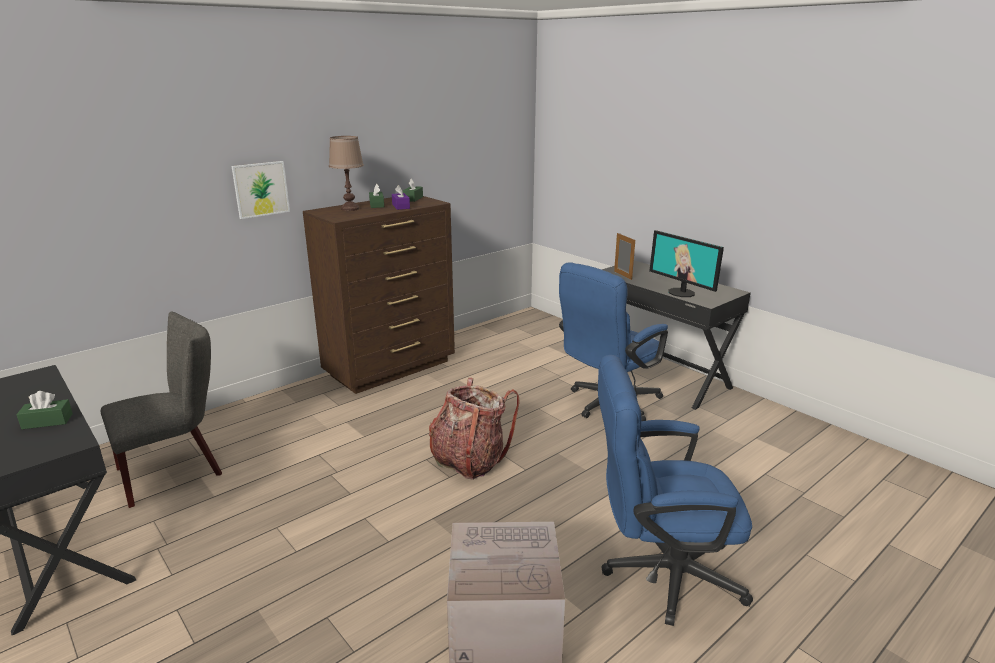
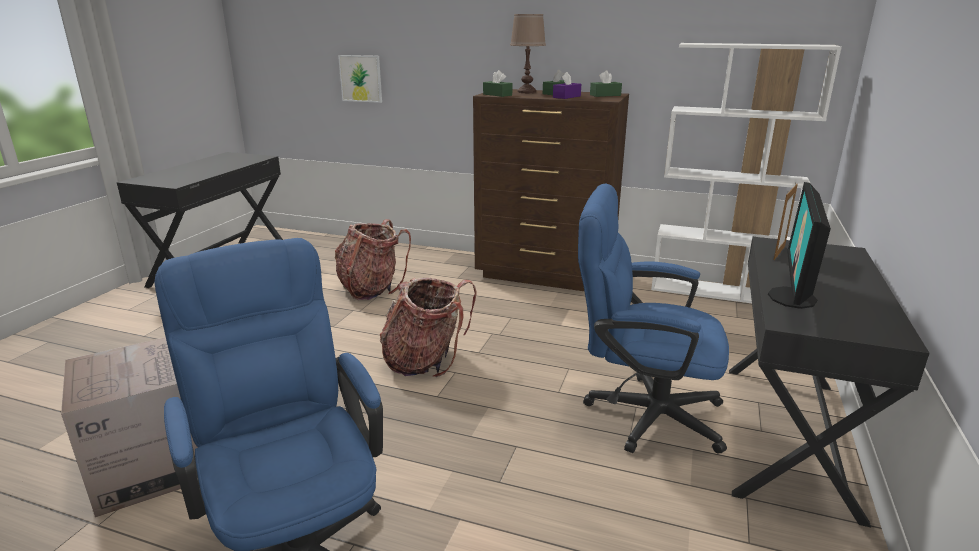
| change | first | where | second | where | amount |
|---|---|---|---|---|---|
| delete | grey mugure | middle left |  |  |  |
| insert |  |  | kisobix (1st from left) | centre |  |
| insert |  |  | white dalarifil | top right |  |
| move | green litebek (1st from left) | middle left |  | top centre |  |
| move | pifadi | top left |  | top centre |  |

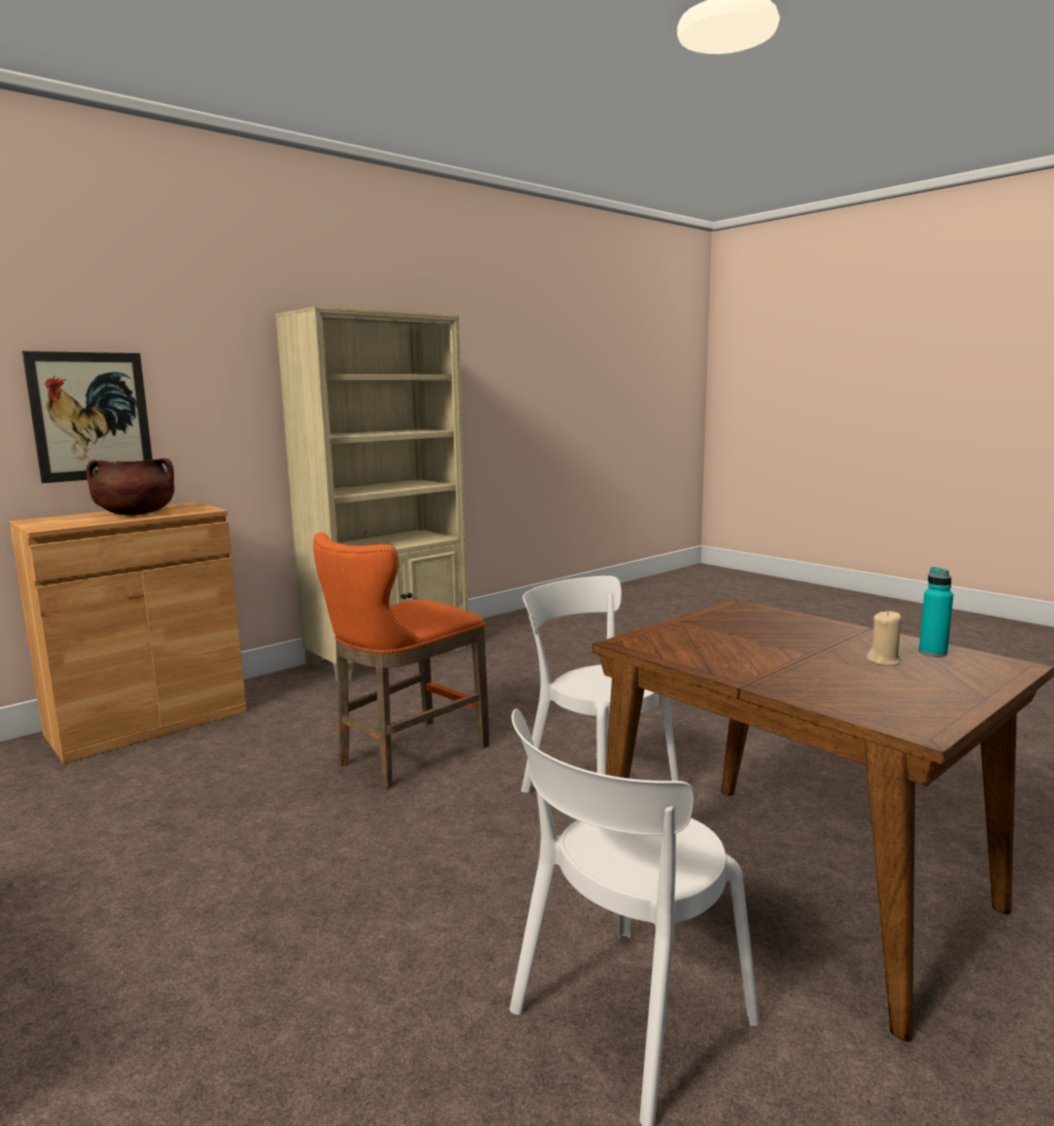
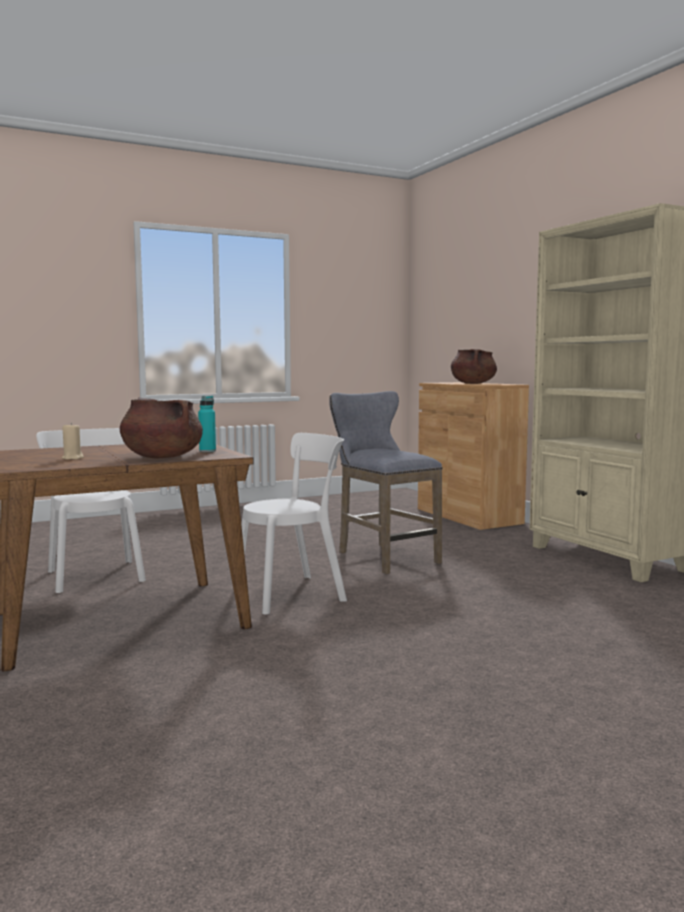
| change | first | where | second | where | amount |
|---|---|---|---|---|---|
| delete | pifadi | middle left |  |  |  |
| insert |  |  | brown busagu (1st from left) | middle left |  |
| move | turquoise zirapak | middle right |  | middle left |  |
| recolor | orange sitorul | centre | grey sitorul | centre |  |

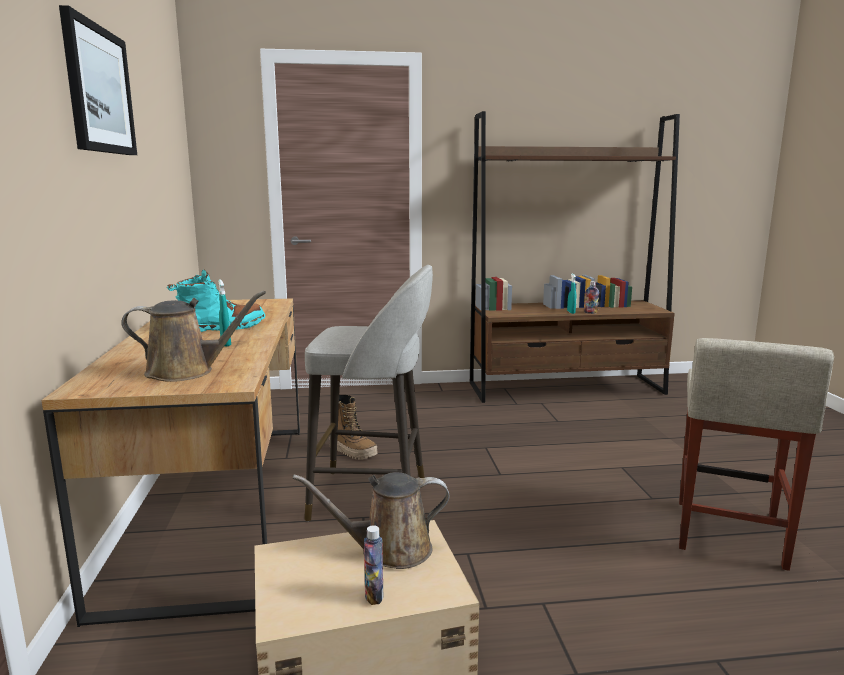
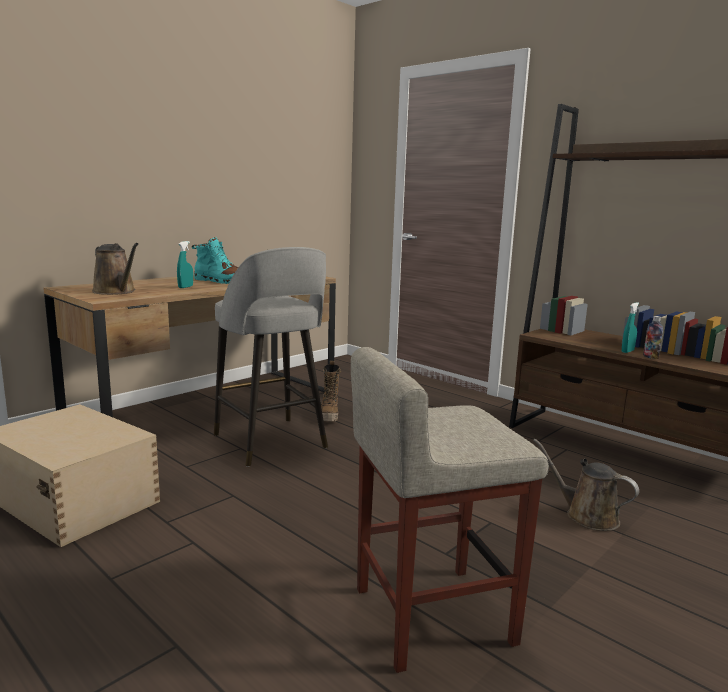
| change | first | where | second | where | amount |
|---|---|---|---|---|---|
| delete | pifadi | top left |  |  |  |
| delete | zirapak (1st from left) | bottom centre |  |  |  |
| move | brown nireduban (2nd from left) | bottom centre |  | bottom right |  |

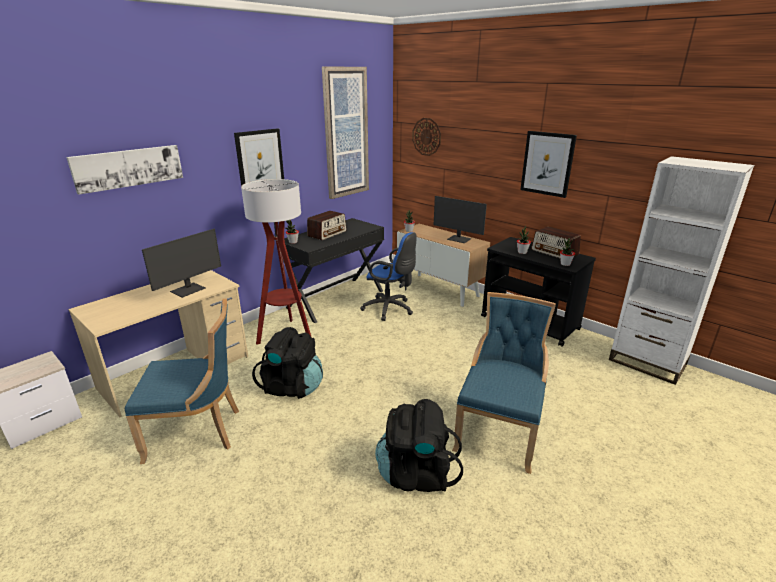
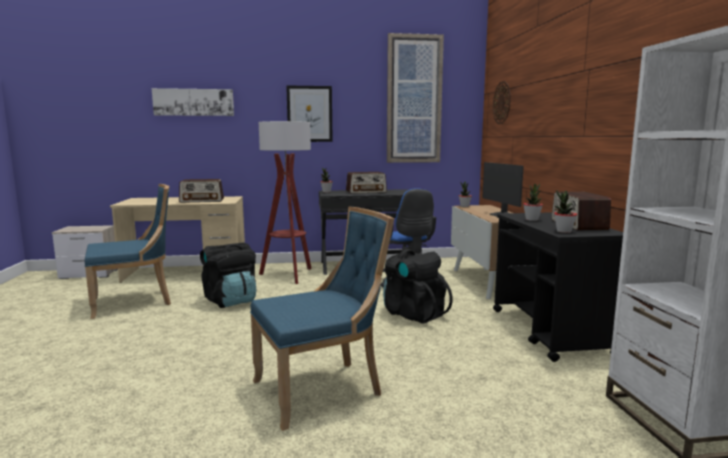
| change | first | where | second | where | amount |
|---|---|---|---|---|---|
| delete | pifadi (4th from left) | top right |  |  |  |
| move | black kisobix (2nd from left) | bottom centre |  | centre |  |
| replace | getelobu (1st from left) | middle left | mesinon (1st from left) | middle left |  |
| rotate | blue mugure (1st from left) | middle left |  | middle left | 60 degrees counterclockwise |

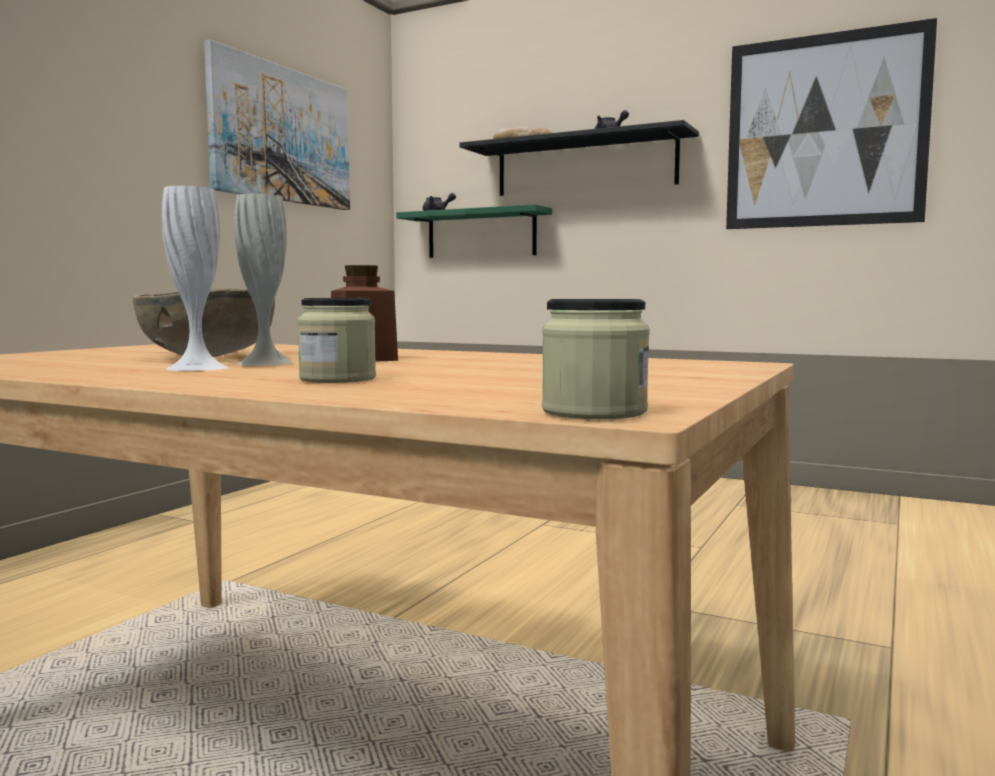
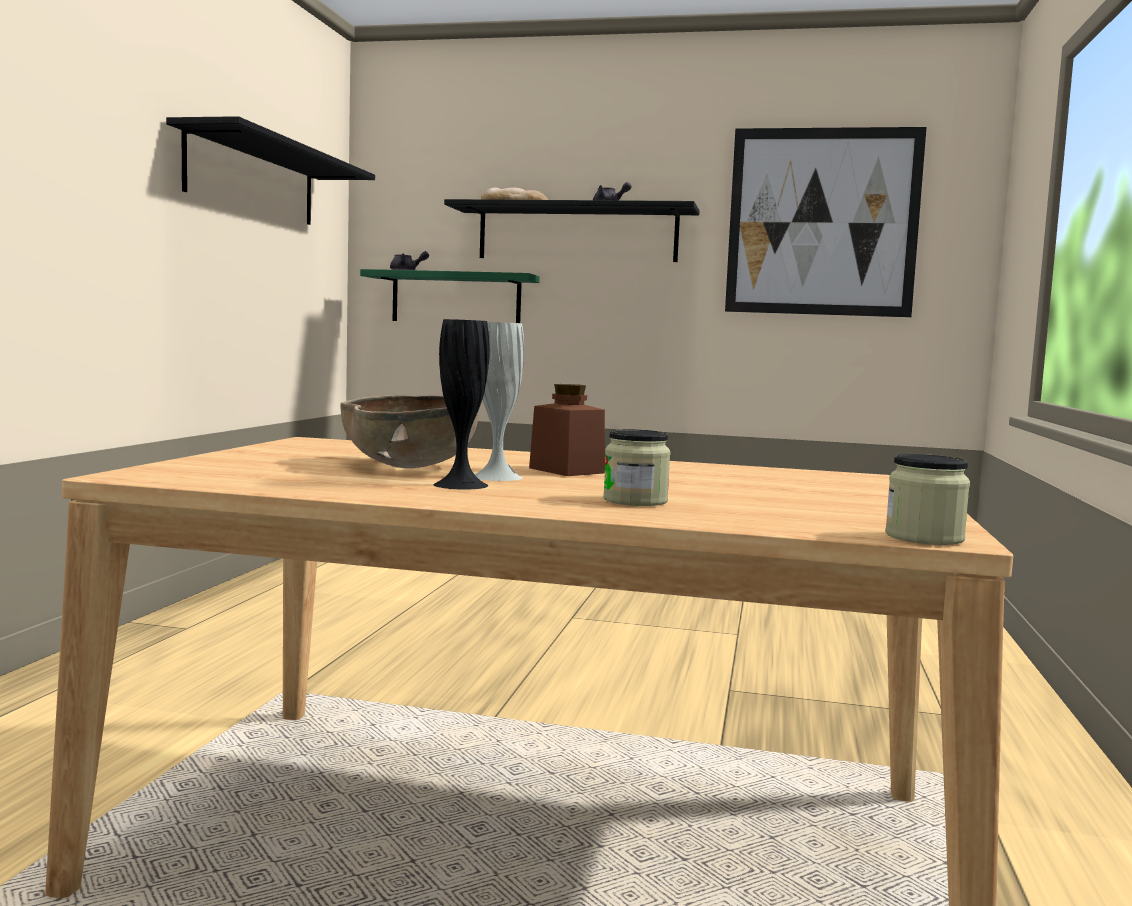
| change | first | where | second | where | amount |
|---|---|---|---|---|---|
| replace | pifadi (1st from left) | top left | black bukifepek (1st from left) | top left |  |
| recolor | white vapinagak (1st from left) | middle left | black vapinagak | centre |  |

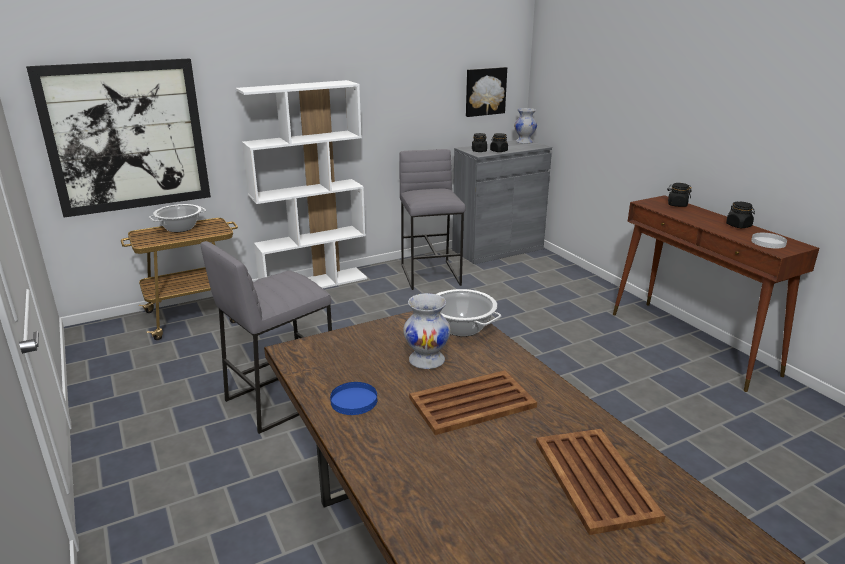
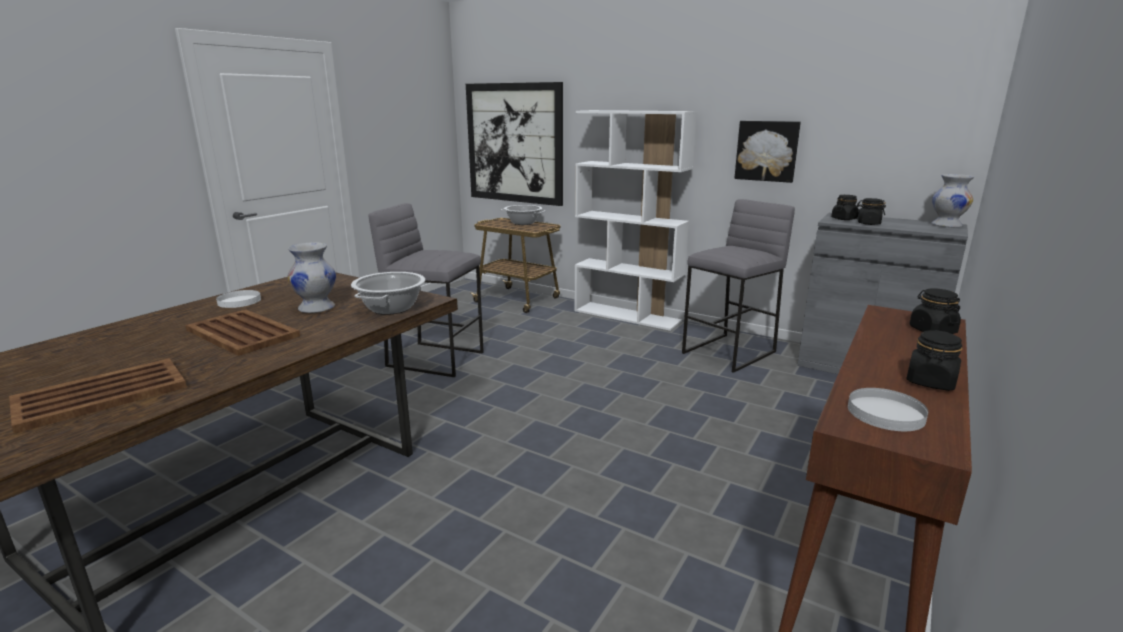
| change | first | where | second | where | amount |
|---|---|---|---|---|---|
| move | pifadi (2nd from left) | top centre |  | top right |  |
| recolor | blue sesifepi | bottom centre | white sesifepi (1st from left) | middle left |  |

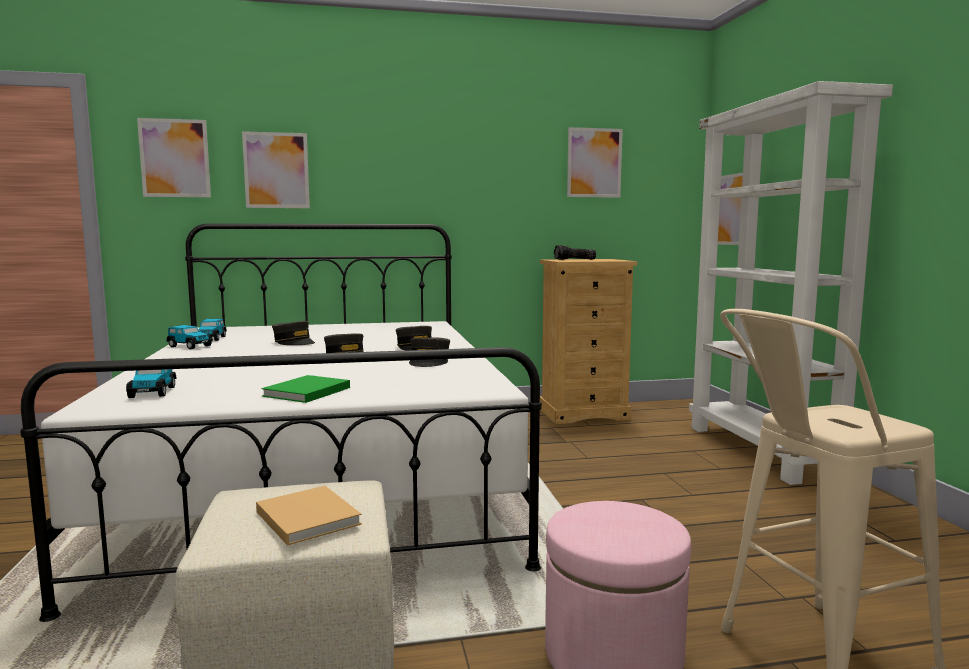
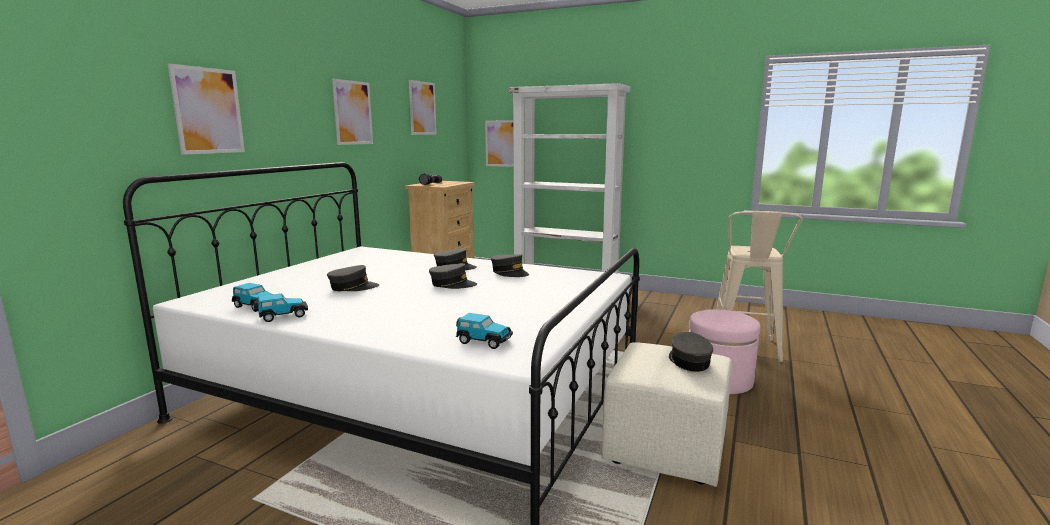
| change | first | where | second | where | amount |
|---|---|---|---|---|---|
| delete | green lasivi | middle left |  |  |  |
| move | pifadi (1st from left in the first image) | top left | pifadi (2nd from left) | top centre |  |
| replace | beige lasivi | bottom left | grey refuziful (5th from left) | bottom centre |  |

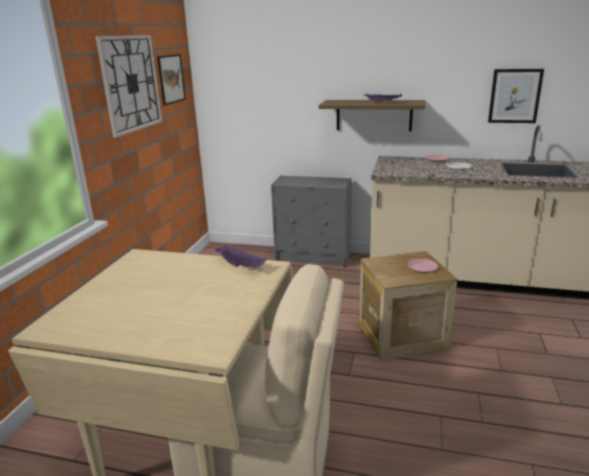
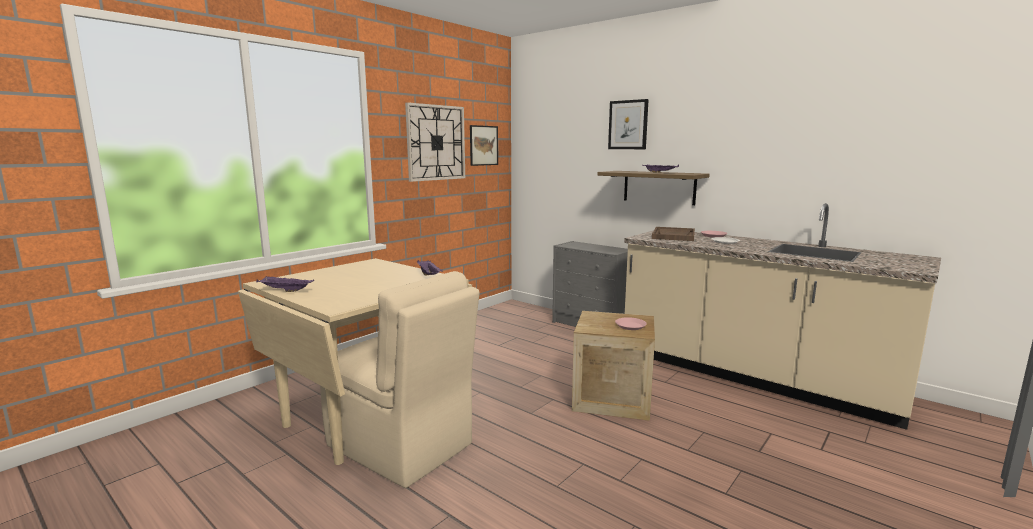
| change | first | where | second | where | amount |
|---|---|---|---|---|---|
| insert |  |  | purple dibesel (1st from left) | middle left |  |
| insert |  |  | brown dibesel | centre |  |
| move | pifadi (2nd from left) | top right |  | top centre |  |

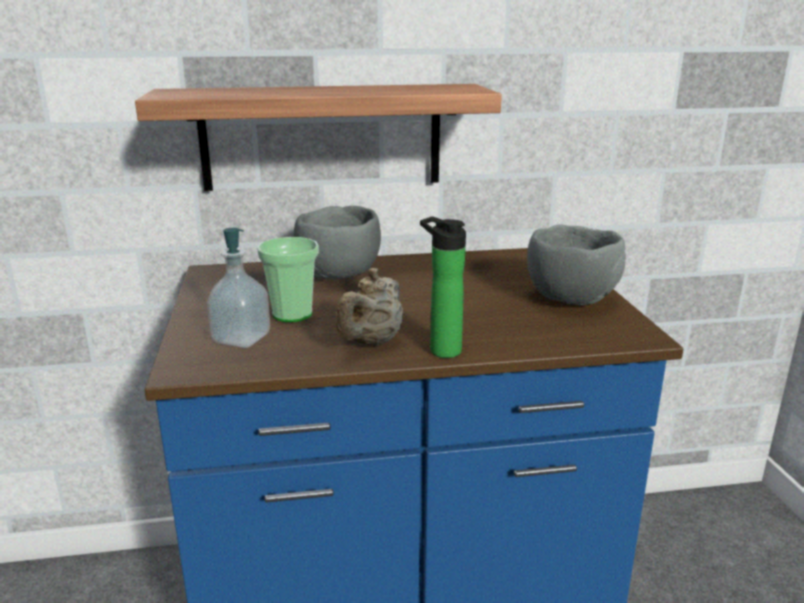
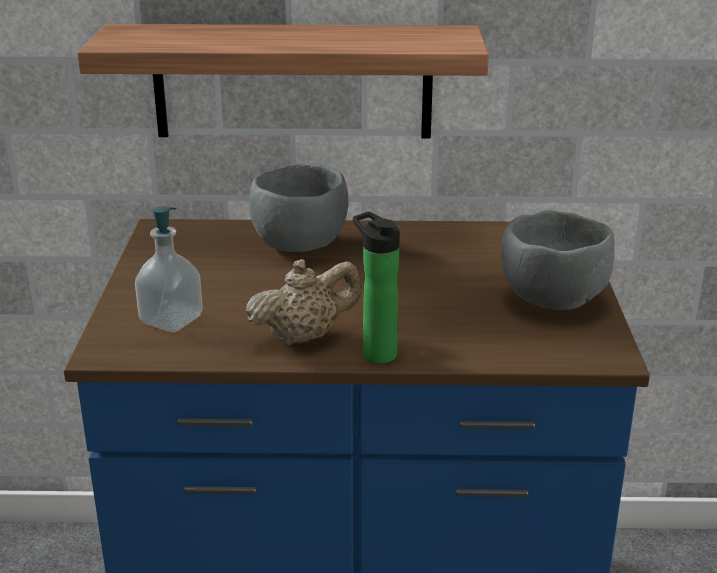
| change | first | where | second | where | amount |
|---|---|---|---|---|---|
| delete | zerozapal | centre |  |  |  |
| rotate | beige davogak | centre |  | centre | 150 degrees counterclockwise |

